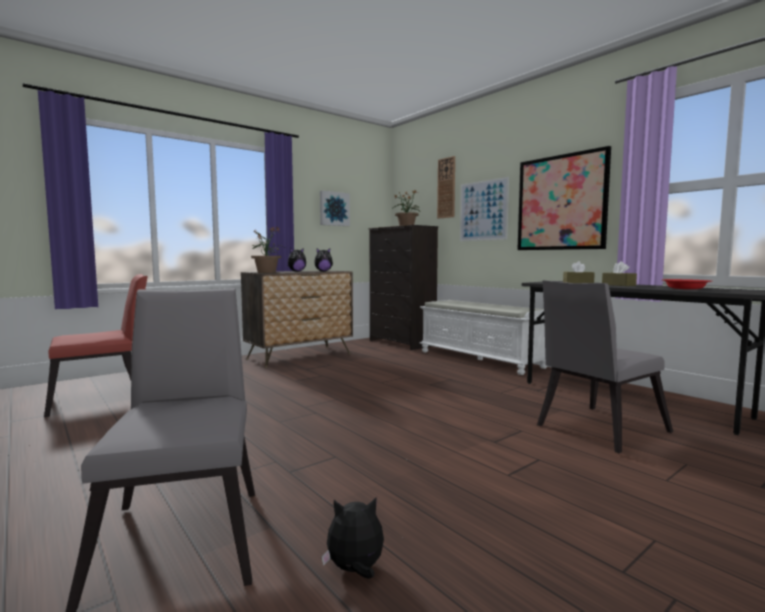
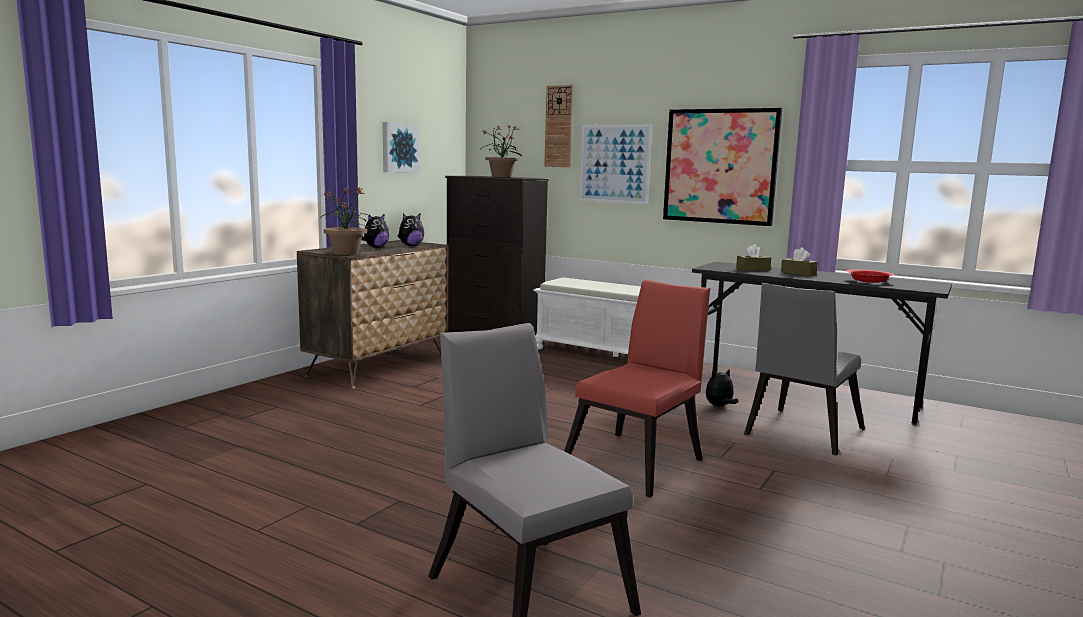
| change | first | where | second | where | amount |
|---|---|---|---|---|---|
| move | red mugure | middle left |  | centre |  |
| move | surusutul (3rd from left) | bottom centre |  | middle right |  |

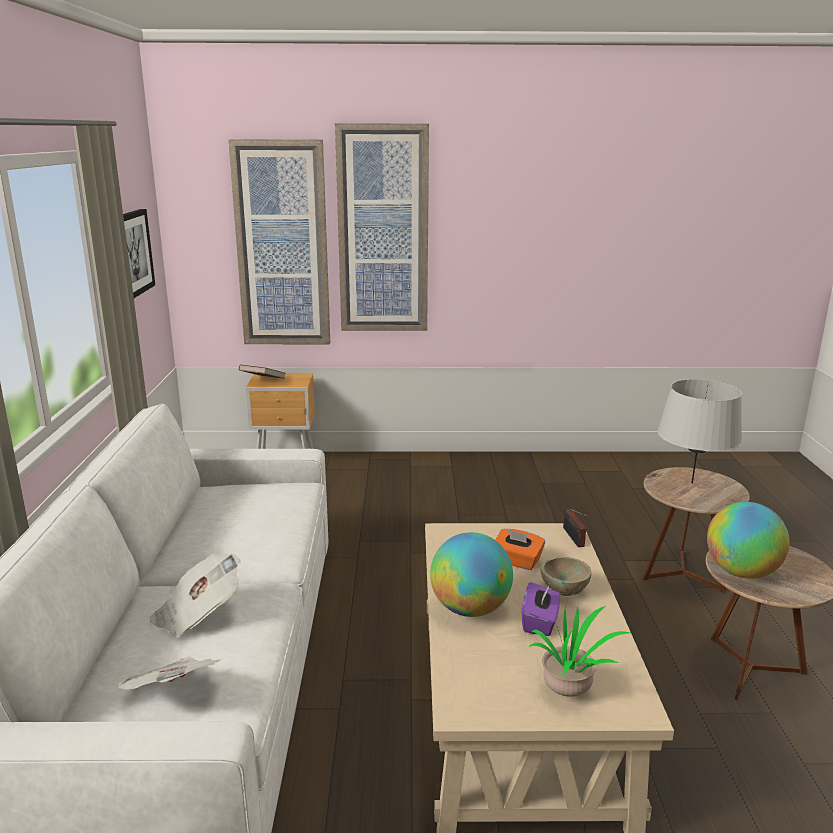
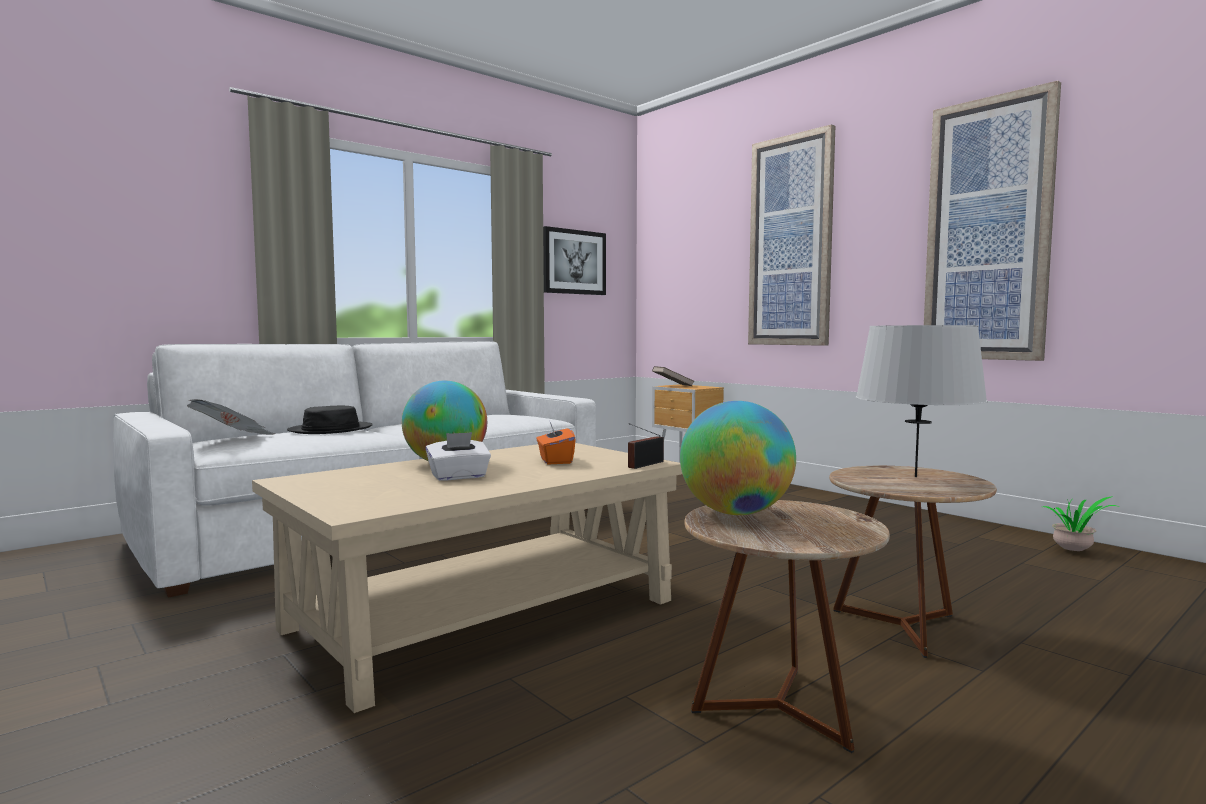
| change | first | where | second | where | amount |
|---|---|---|---|---|---|
| delete | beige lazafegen | bottom right |  |  |  |
| move | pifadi (2nd from left in the first image) | top centre | pifadi (3rd from left) | top right |  |
| move | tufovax | bottom right |  | middle right |  |
| replace | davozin (2nd from left) | bottom left | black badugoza | middle left |  |
| recolor | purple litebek | bottom centre | white litebek | centre |  |

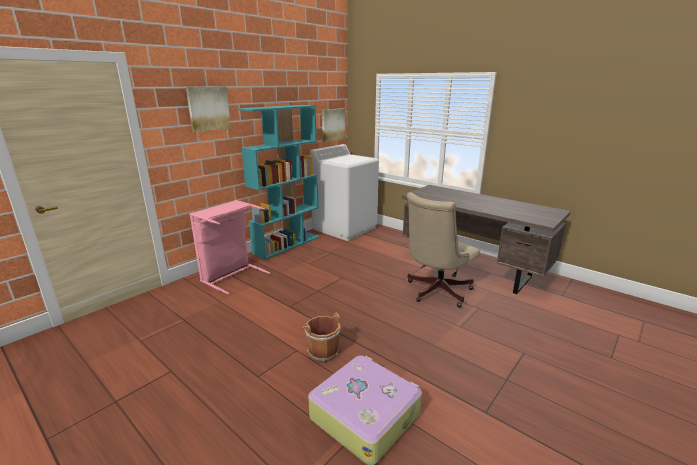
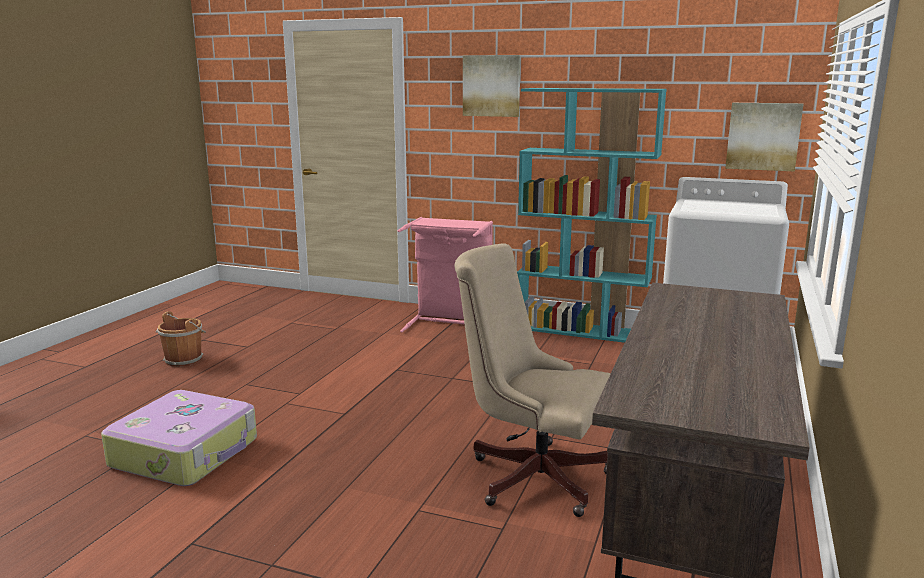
| change | first | where | second | where | amount |
|---|---|---|---|---|---|
| move | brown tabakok | bottom centre |  | middle left |  |

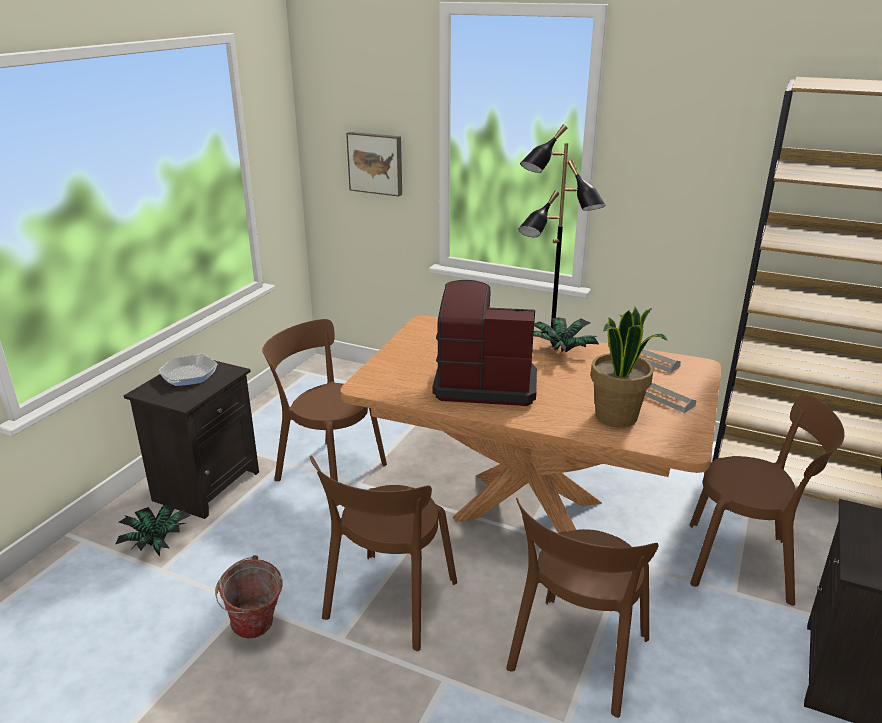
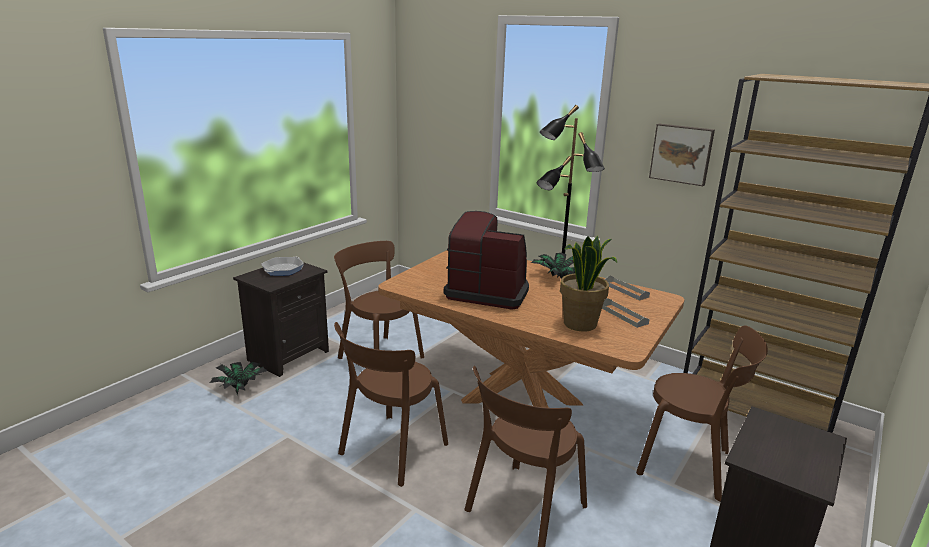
| change | first | where | second | where | amount |
|---|---|---|---|---|---|
| delete | tabakok | bottom left |  |  |  |
| move | pifadi | top centre |  | top right |  |

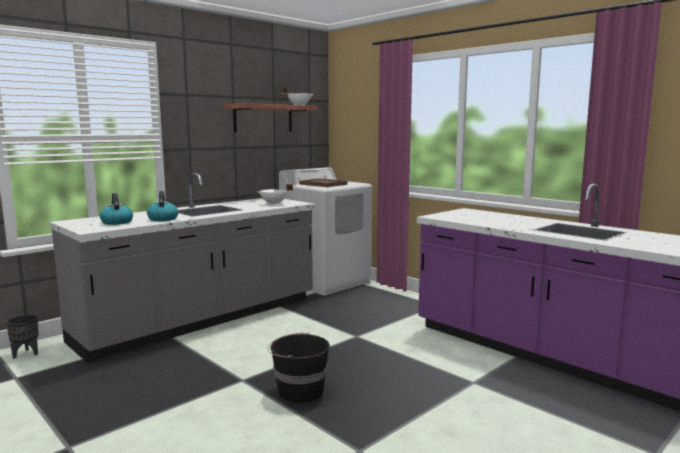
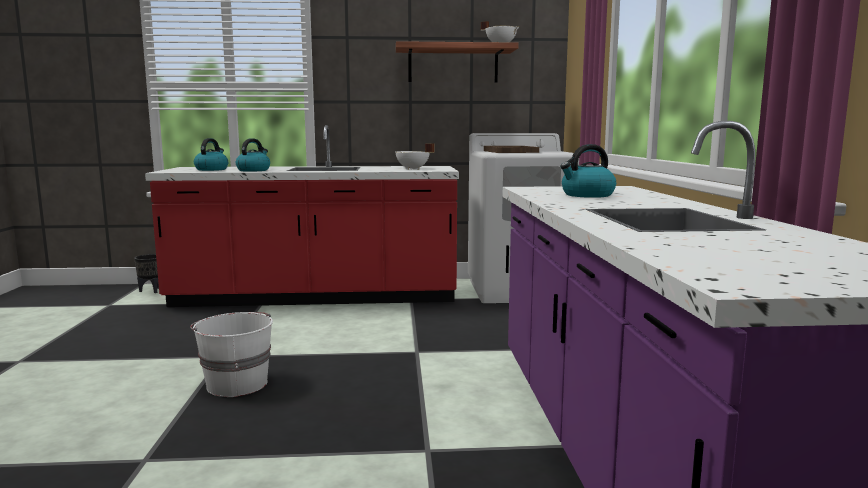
| change | first | where | second | where | amount |
|---|---|---|---|---|---|
| insert |  |  | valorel (3rd from left) | middle right |  |
| recolor | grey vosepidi | middle left | red vosepidi | centre |  |
| recolor | black tabakok | bottom centre | white tabakok | bottom left |  |

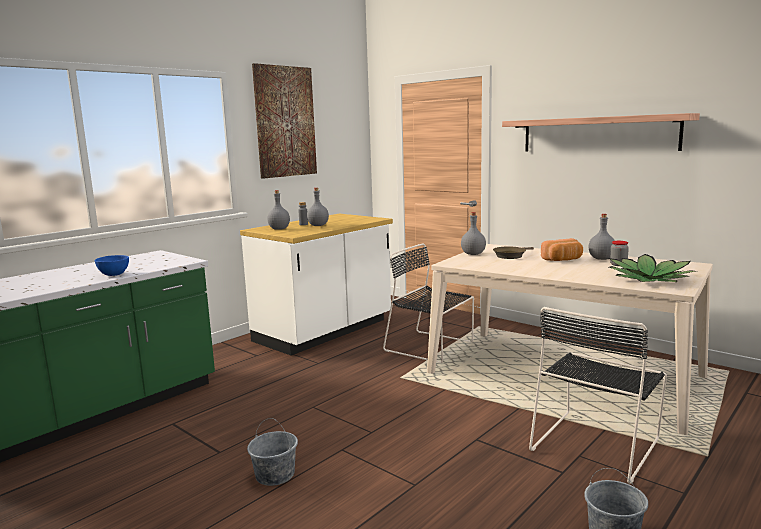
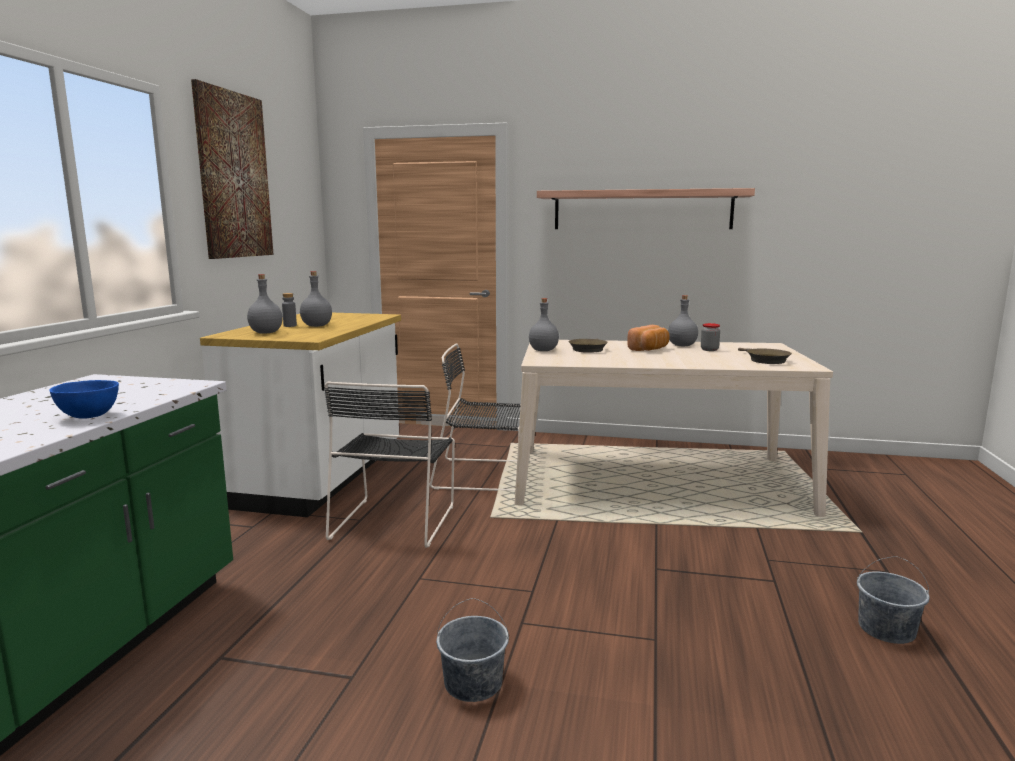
| change | first | where | second | where | amount |
|---|---|---|---|---|---|
| move | black mugure (2nd from left in the first image) | bottom right | black mugure (1st from left) | centre |  |
| replace | tufovax | middle right | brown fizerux (2nd from left) | middle right |  |

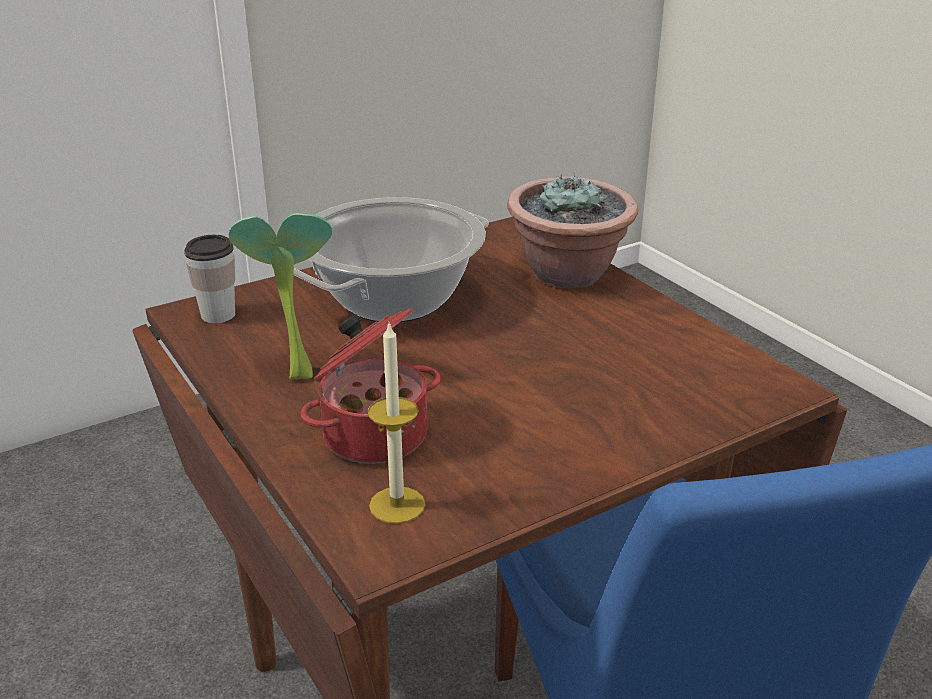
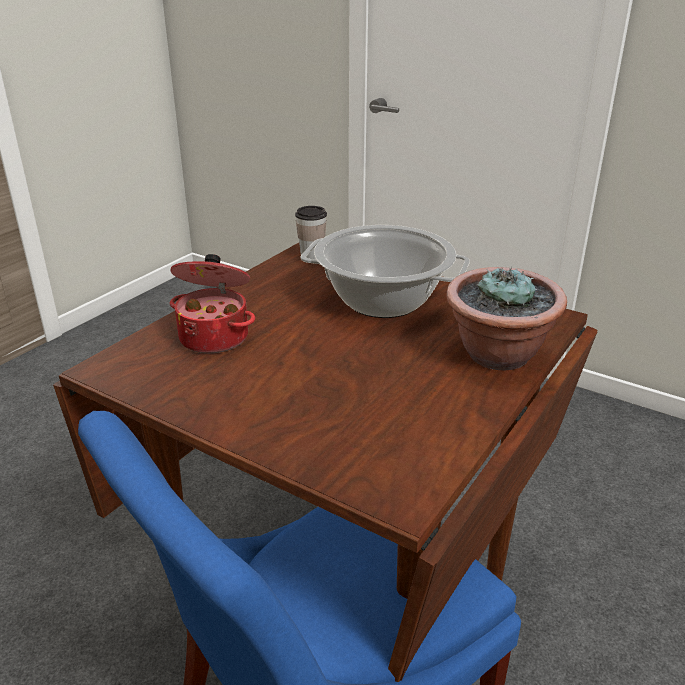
| change | first | where | second | where | amount |
|---|---|---|---|---|---|
| delete | tufovax (1st from left) | middle left |  |  |  |
| delete | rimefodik | centre |  |  |  |

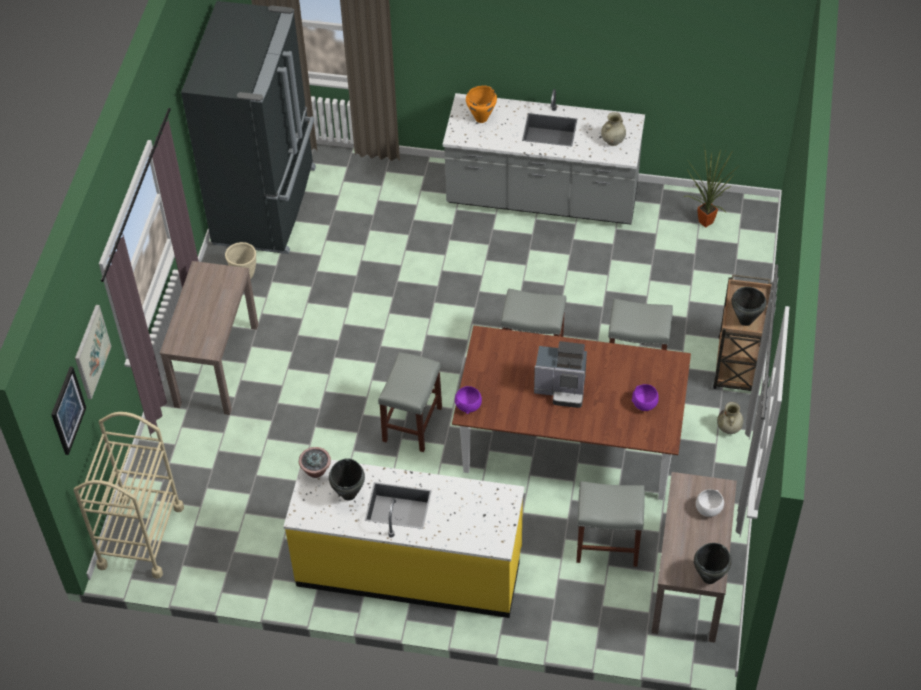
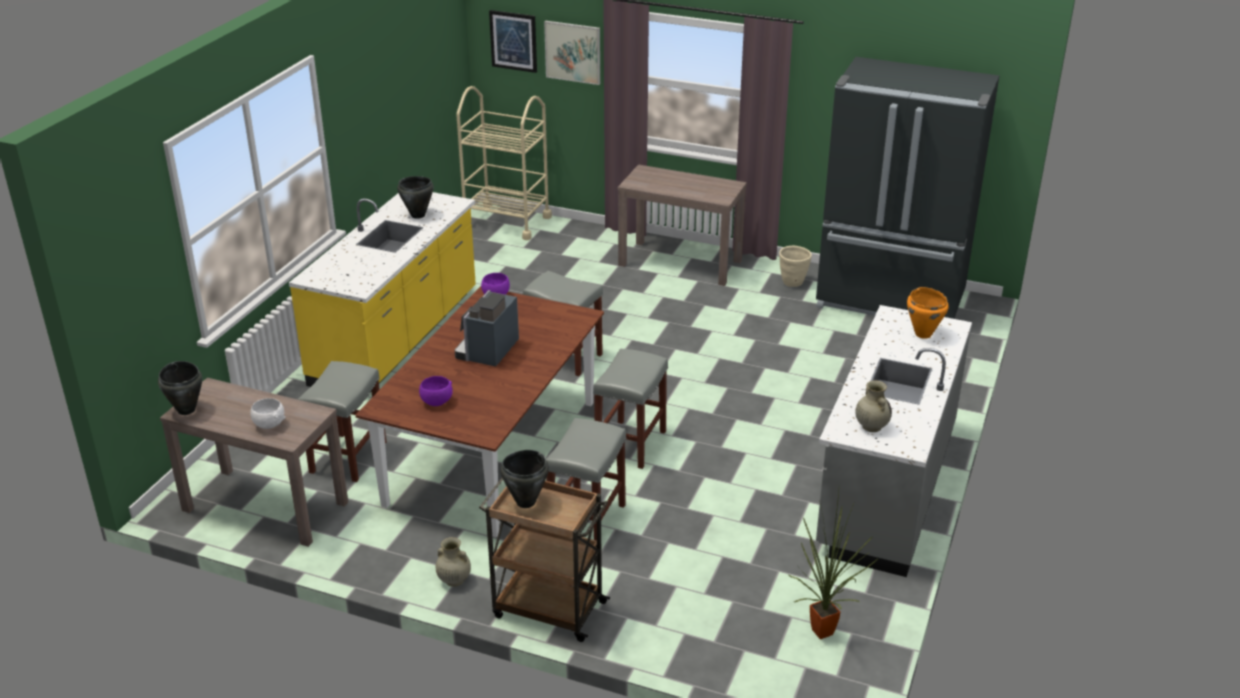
| change | first | where | second | where | amount |
|---|---|---|---|---|---|
| delete | tufovax (1st from left) | bottom centre |  |  |  |

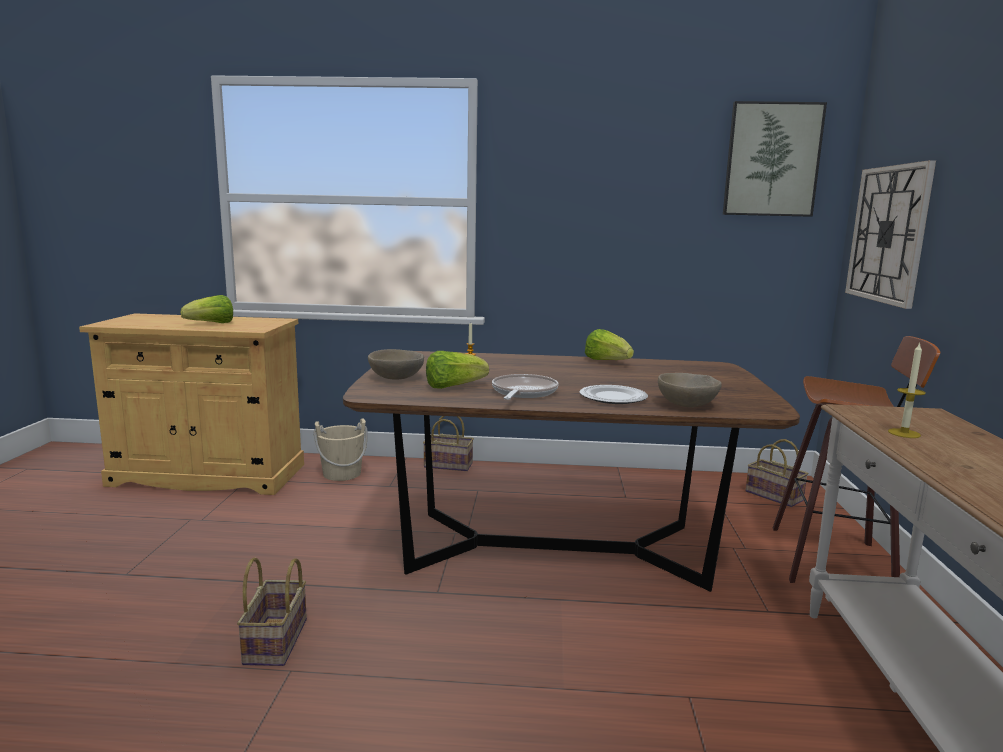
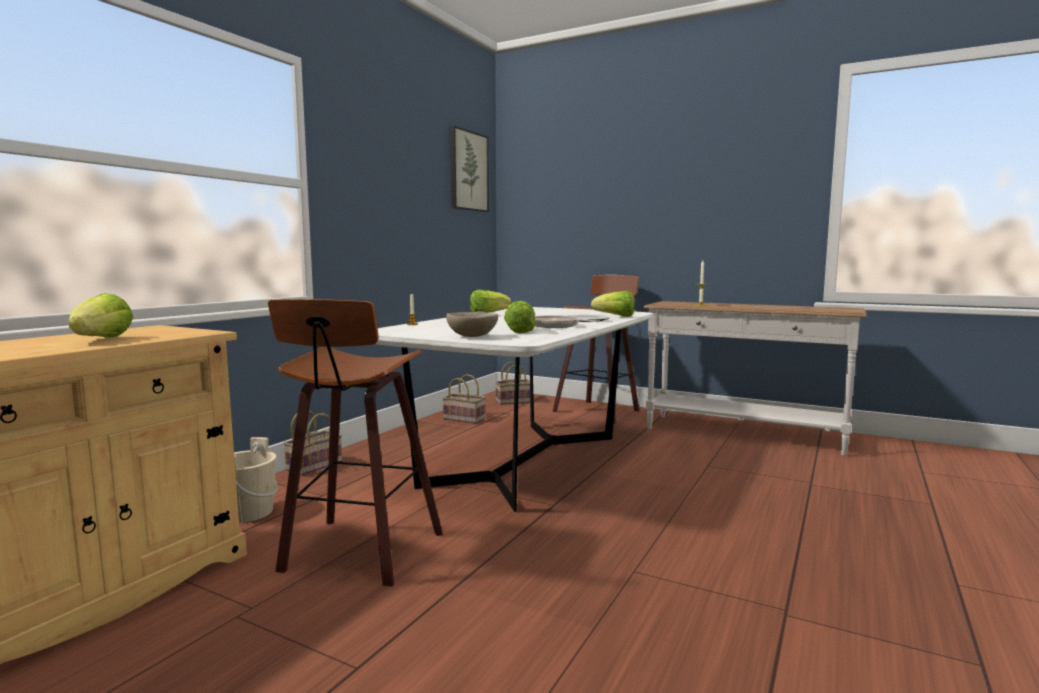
| change | first | where | second | where | amount |
|---|---|---|---|---|---|
| delete | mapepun | top right |  |  |  |
| insert |  |  | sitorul (1st from left) | centre |  |
| move | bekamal (1st from left in the first image) | bottom left | bekamal (2nd from left) | centre |  |
| replace | beige lazafegen (2nd from left) | middle right | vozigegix (4th from left) | centre |  |
| recolor | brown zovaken | centre | white zovaken | centre |  |

